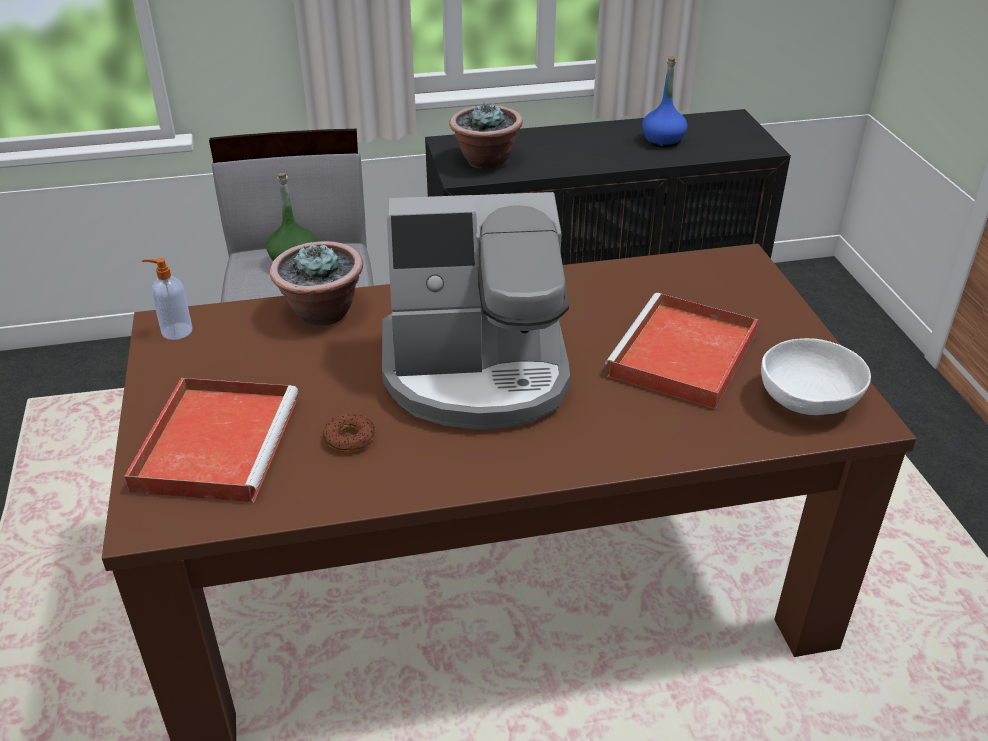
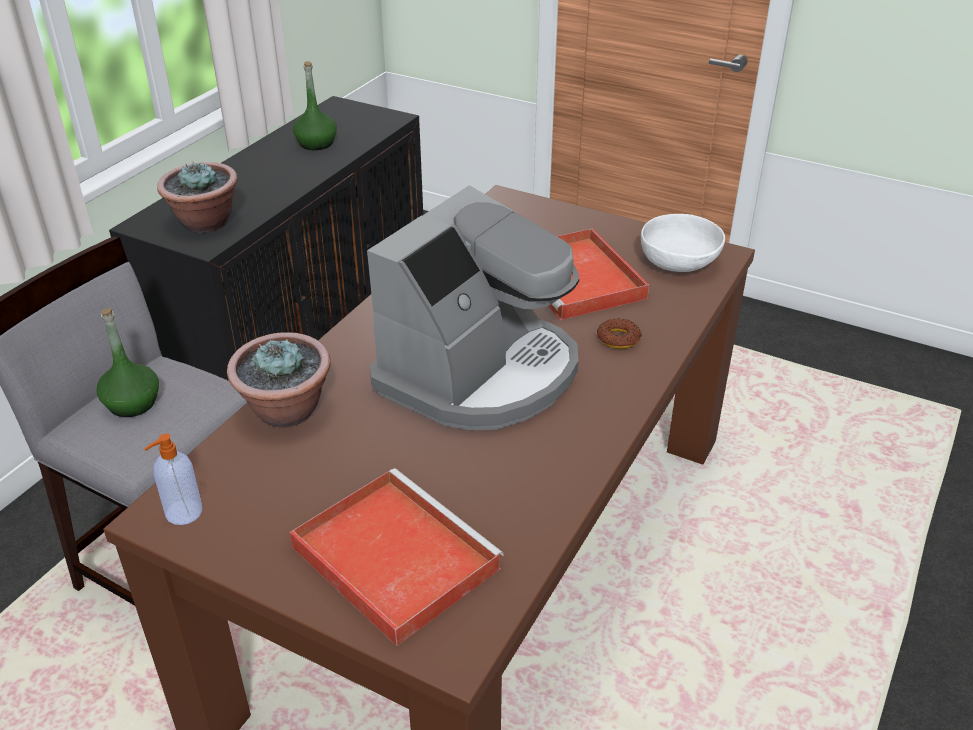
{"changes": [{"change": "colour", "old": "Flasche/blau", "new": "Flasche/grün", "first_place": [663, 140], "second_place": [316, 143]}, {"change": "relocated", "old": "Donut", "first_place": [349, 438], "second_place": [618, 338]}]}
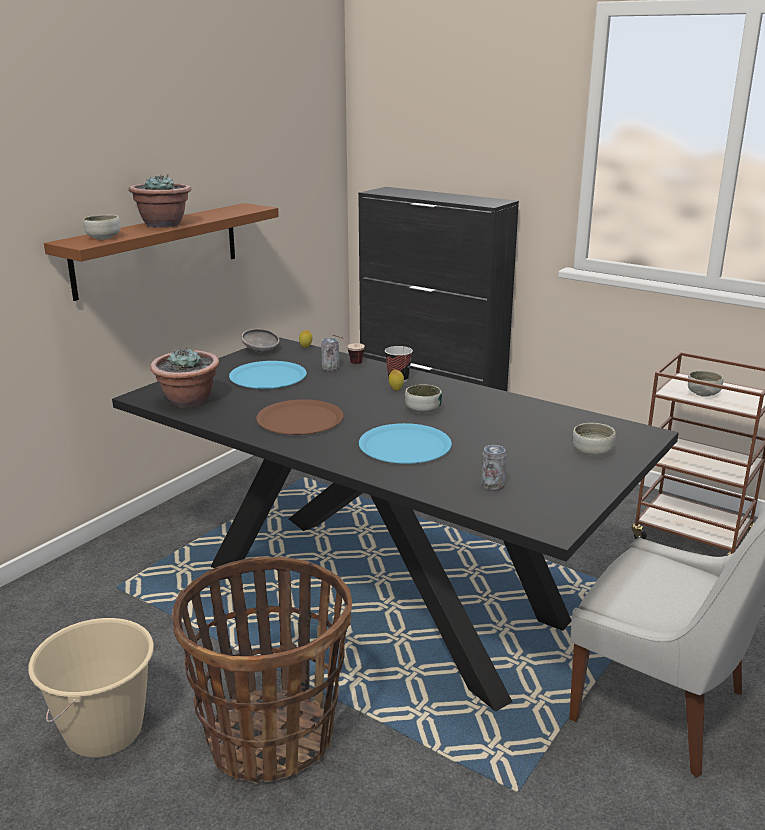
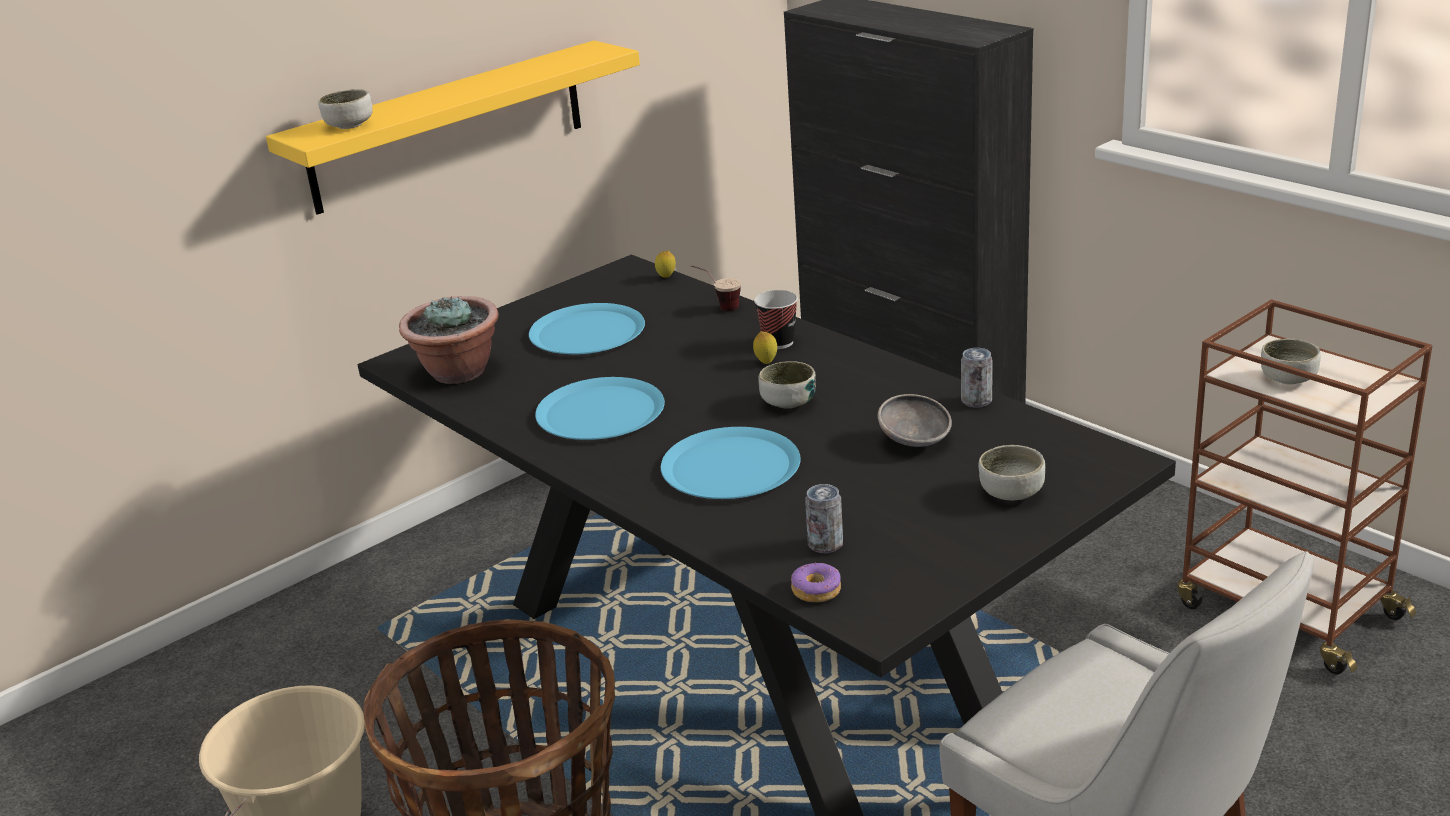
{"changes": [{"change": "colour", "old": "Wandregal/braun", "new": "Wandregal/gelb", "first_place": [157, 249], "second_place": [448, 126]}, {"change": "colour", "old": "Teller/braun", "new": "Teller/blau", "first_place": [300, 419], "second_place": [600, 412]}, {"change": "appeared", "new": "Donut", "second_place": [816, 590]}, {"change": "relocated", "old": "Schüssel/grau", "first_place": [261, 351], "second_place": [915, 442]}, {"change": "relocated", "old": "Dose", "first_place": [330, 368], "second_place": [976, 401]}, {"change": "missing", "old": "Topfpflanze", "first_place": [163, 225]}]}
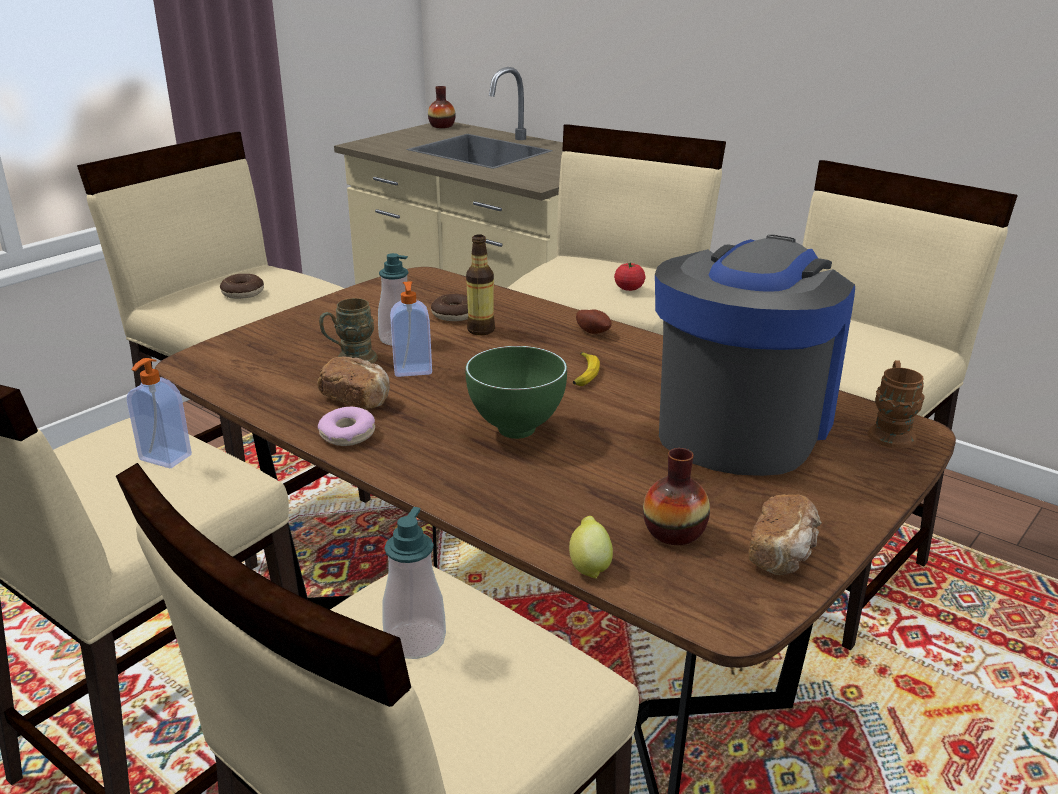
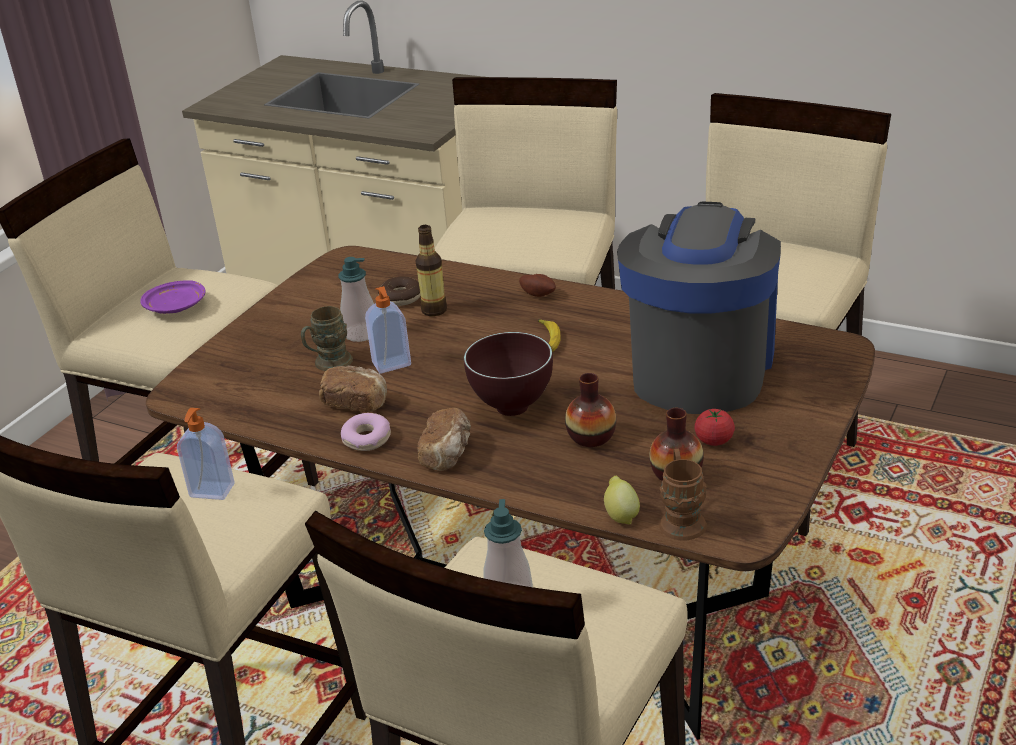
{"changes": [{"change": "exchanged", "old": "Donut", "new": "Teller/lila", "first_place": [243, 293], "second_place": [177, 307]}, {"change": "relocated", "old": "Brot", "first_place": [784, 553], "second_place": [448, 453]}, {"change": "colour", "old": "Schüssel/grün", "new": "Schüssel/braun", "first_place": [518, 430], "second_place": [514, 407]}, {"change": "relocated", "old": "Vase", "first_place": [442, 126], "second_place": [591, 437]}, {"change": "relocated", "old": "Henkelbecher/braun", "first_place": [890, 431], "second_place": [681, 519]}, {"change": "relocated", "old": "Tomate", "first_place": [629, 288], "second_place": [714, 440]}]}
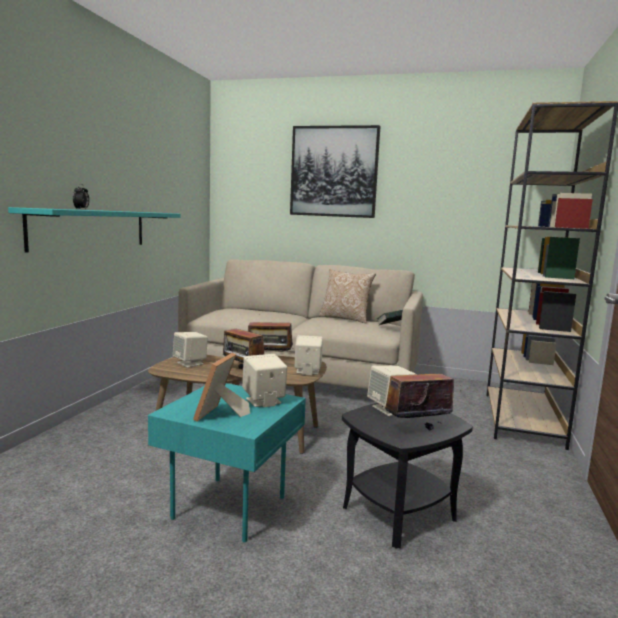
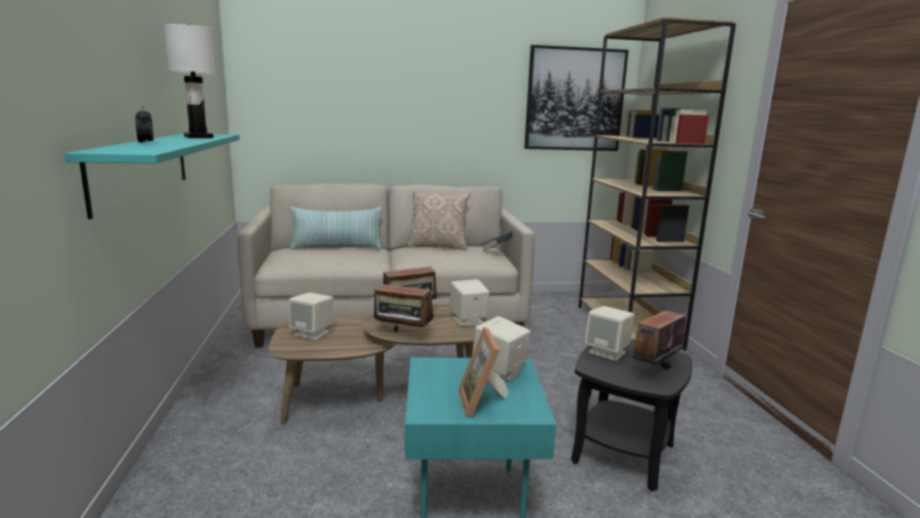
{"changes": [{"change": "appeared", "new": "Tischlampe/weiß", "second_place": [199, 137]}, {"change": "appeared", "new": "Kissen", "second_place": [337, 247]}, {"change": "relocated", "old": "Bild", "first_place": [334, 172], "second_place": [574, 99]}]}
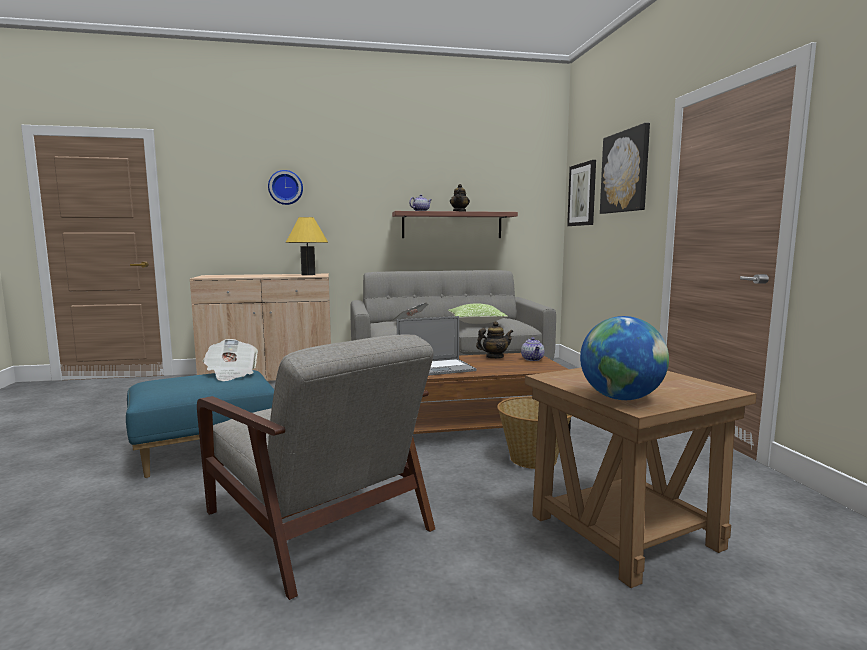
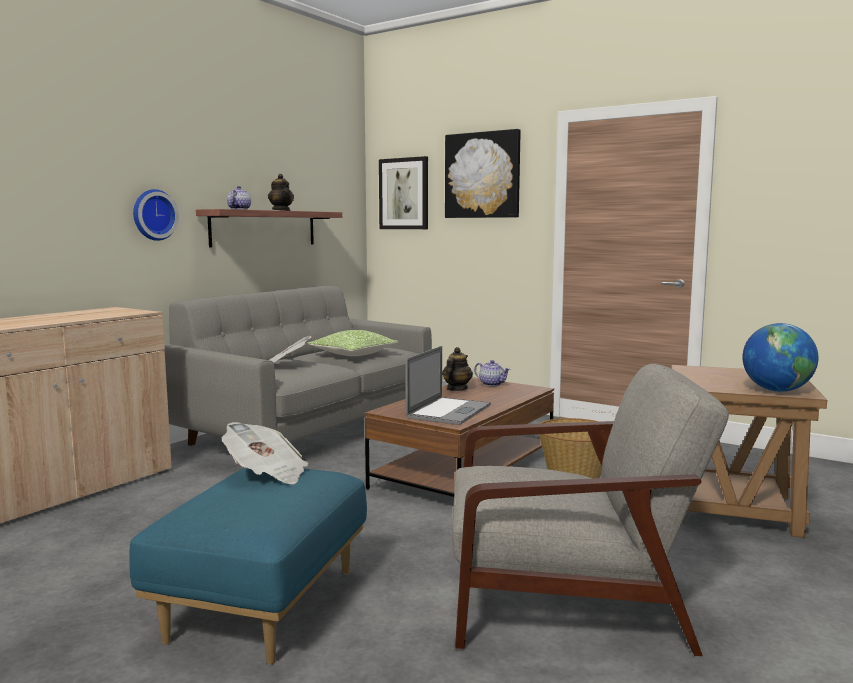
{"changes": [{"change": "relocated", "old": "Wanduhr", "first_place": [285, 187], "second_place": [153, 215]}, {"change": "missing", "old": "Tischlampe/gelb", "first_place": [308, 274]}]}
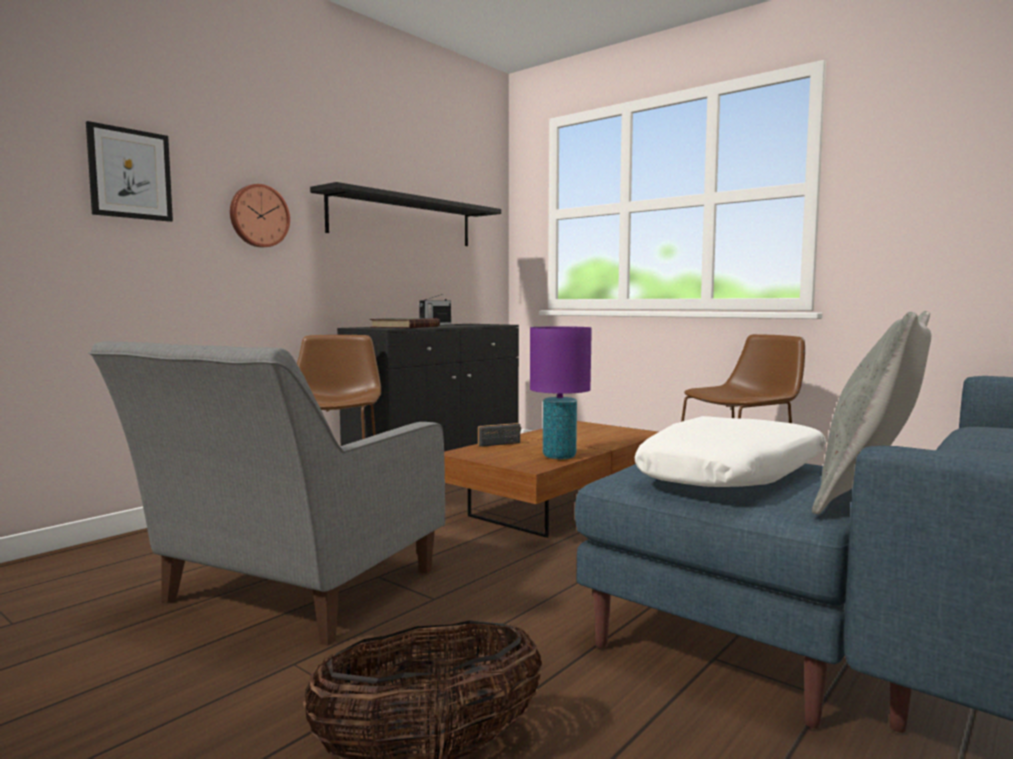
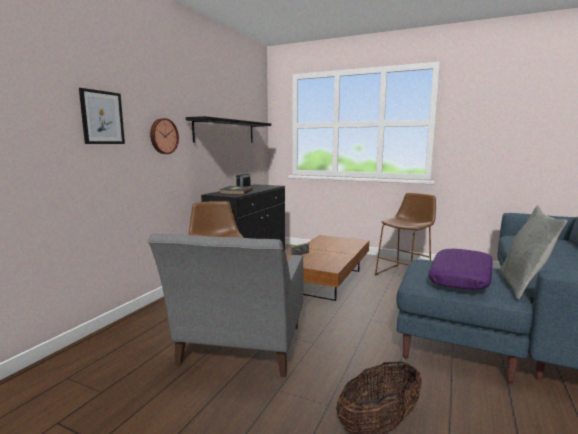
{"changes": [{"change": "colour", "old": "Kissen/weiß", "new": "Kissen/lila", "first_place": [733, 476], "second_place": [461, 278]}, {"change": "missing", "old": "Tischlampe/lila", "first_place": [559, 456]}]}
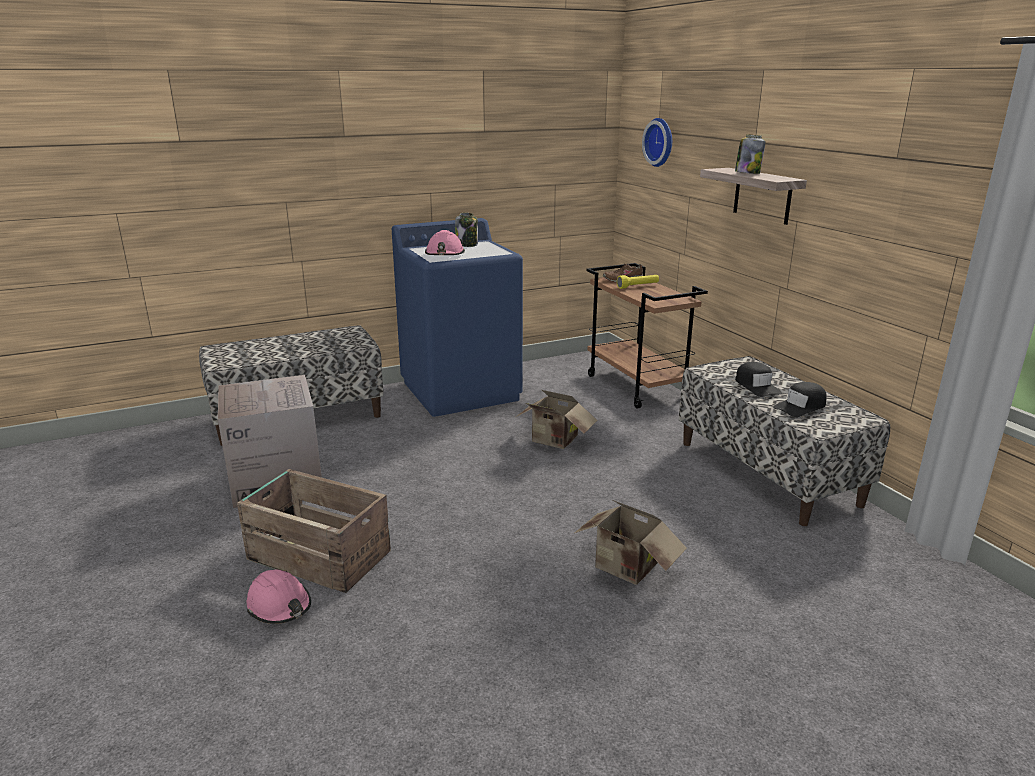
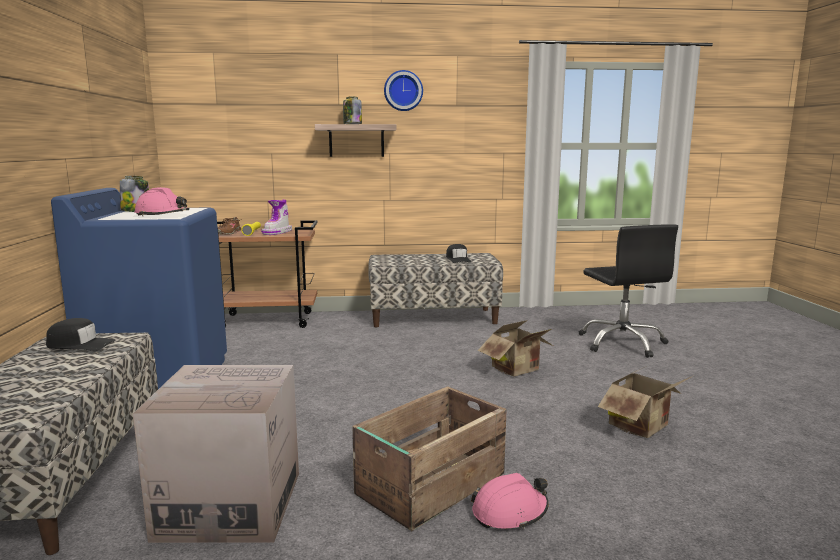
{"changes": [{"change": "relocated", "old": "Kappe/schwarz", "first_place": [756, 386], "second_place": [80, 344]}, {"change": "appeared", "new": "Stiefel", "second_place": [277, 232]}, {"change": "relocated", "old": "Wanduhr", "first_place": [660, 142], "second_place": [403, 91]}, {"change": "appeared", "new": "Bürostuhl/schwarz", "second_place": [622, 343]}, {"change": "relocated", "old": "Karton", "first_place": [554, 441], "second_place": [643, 427]}]}
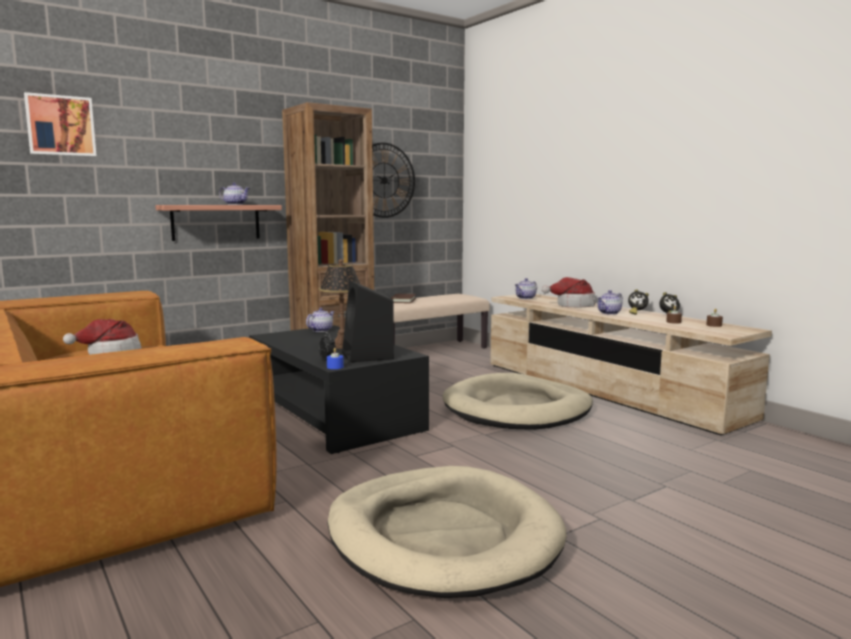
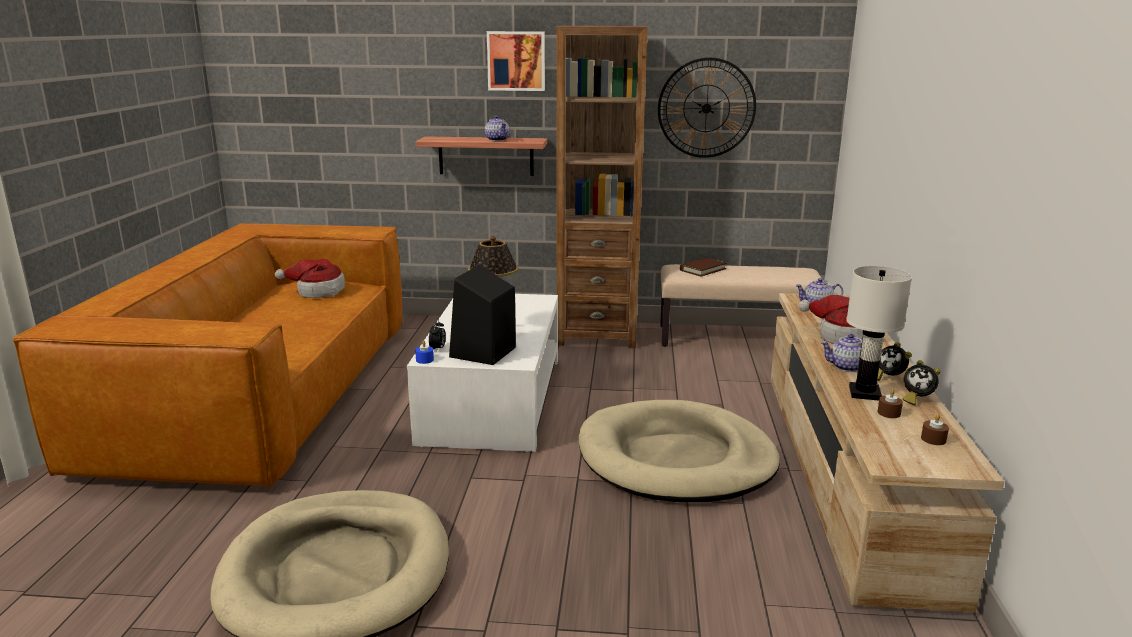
{"changes": [{"change": "colour", "old": "Couchtisch/schwarz", "new": "Couchtisch/weiß", "first_place": [333, 414], "second_place": [492, 399]}, {"change": "relocated", "old": "Bild", "first_place": [60, 125], "second_place": [516, 61]}, {"change": "appeared", "new": "Tischlampe/weiß", "second_place": [864, 393]}, {"change": "missing", "old": "Teekanne", "first_place": [321, 330]}]}
